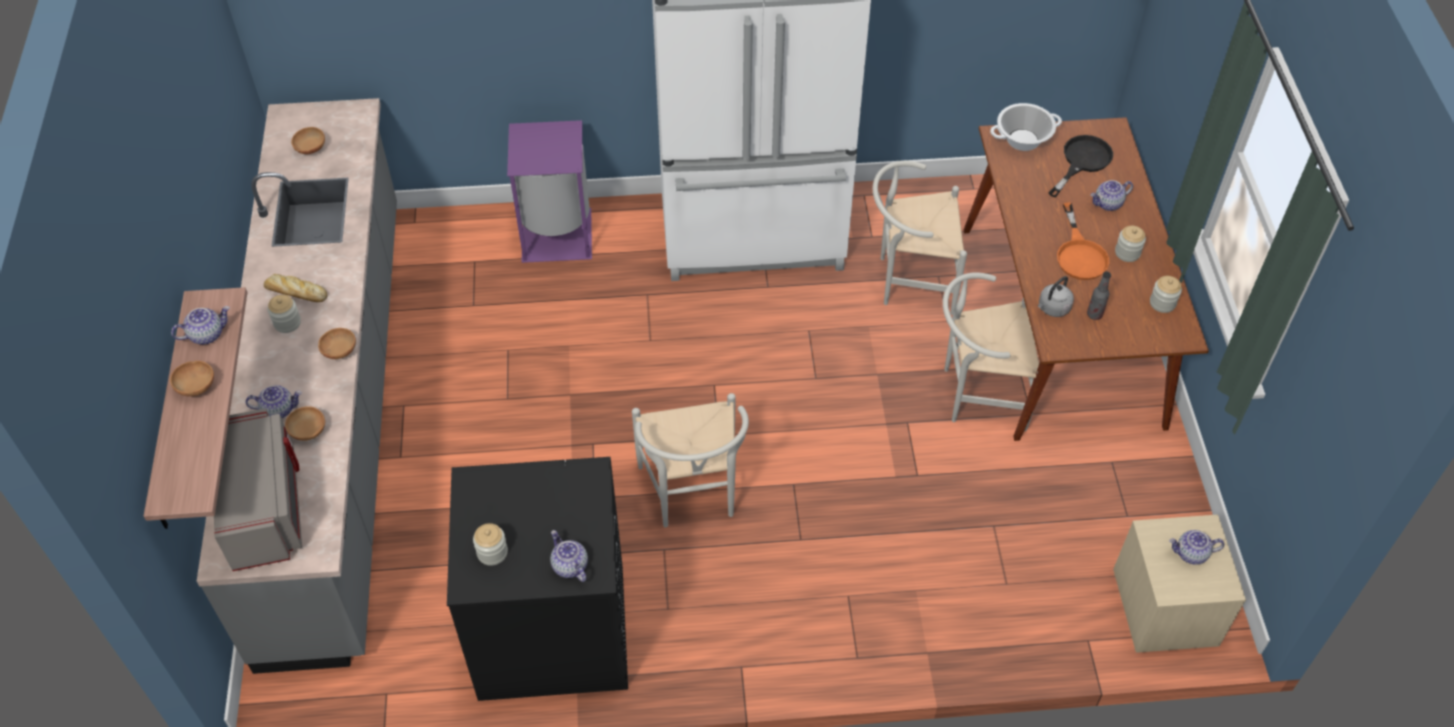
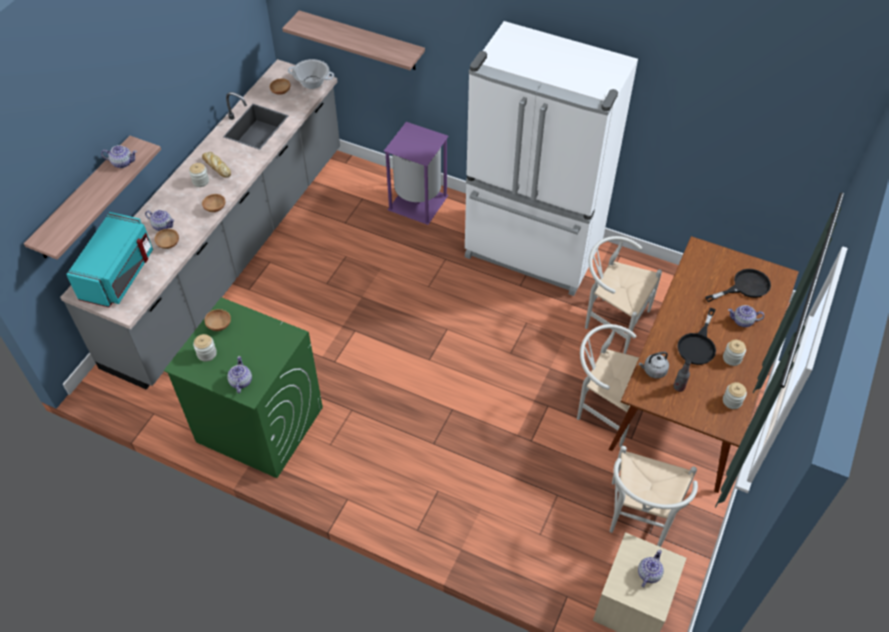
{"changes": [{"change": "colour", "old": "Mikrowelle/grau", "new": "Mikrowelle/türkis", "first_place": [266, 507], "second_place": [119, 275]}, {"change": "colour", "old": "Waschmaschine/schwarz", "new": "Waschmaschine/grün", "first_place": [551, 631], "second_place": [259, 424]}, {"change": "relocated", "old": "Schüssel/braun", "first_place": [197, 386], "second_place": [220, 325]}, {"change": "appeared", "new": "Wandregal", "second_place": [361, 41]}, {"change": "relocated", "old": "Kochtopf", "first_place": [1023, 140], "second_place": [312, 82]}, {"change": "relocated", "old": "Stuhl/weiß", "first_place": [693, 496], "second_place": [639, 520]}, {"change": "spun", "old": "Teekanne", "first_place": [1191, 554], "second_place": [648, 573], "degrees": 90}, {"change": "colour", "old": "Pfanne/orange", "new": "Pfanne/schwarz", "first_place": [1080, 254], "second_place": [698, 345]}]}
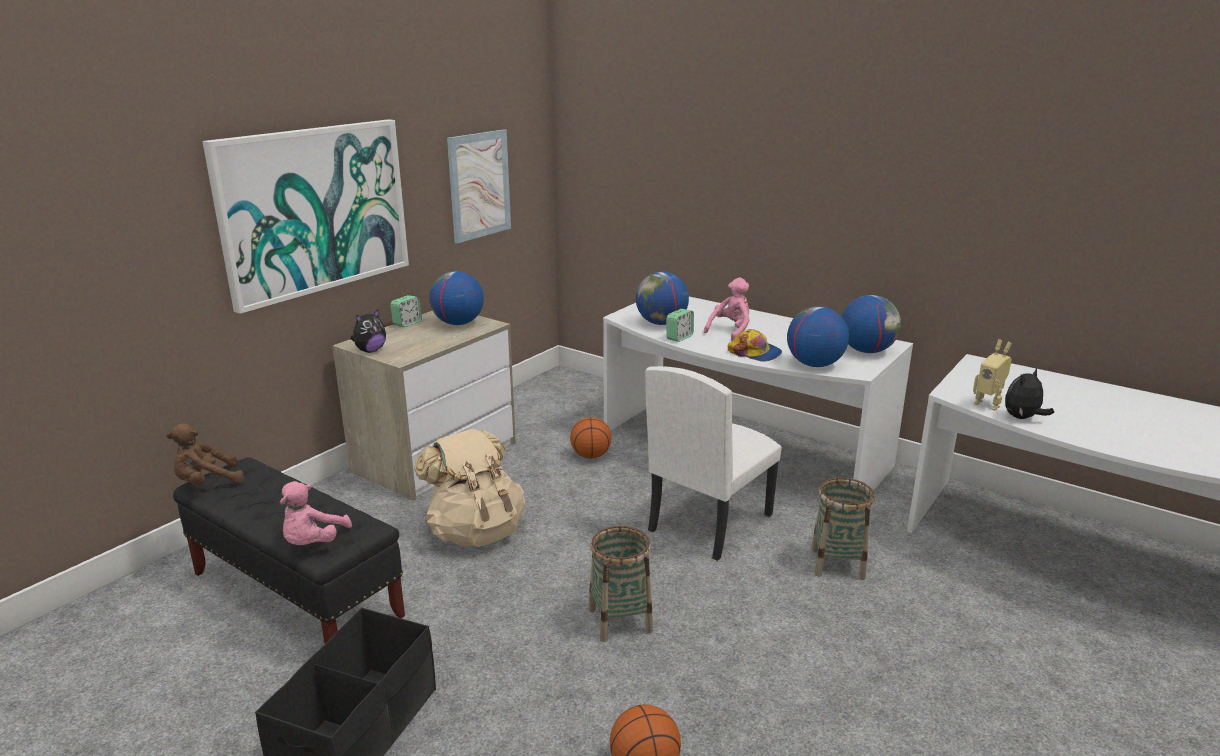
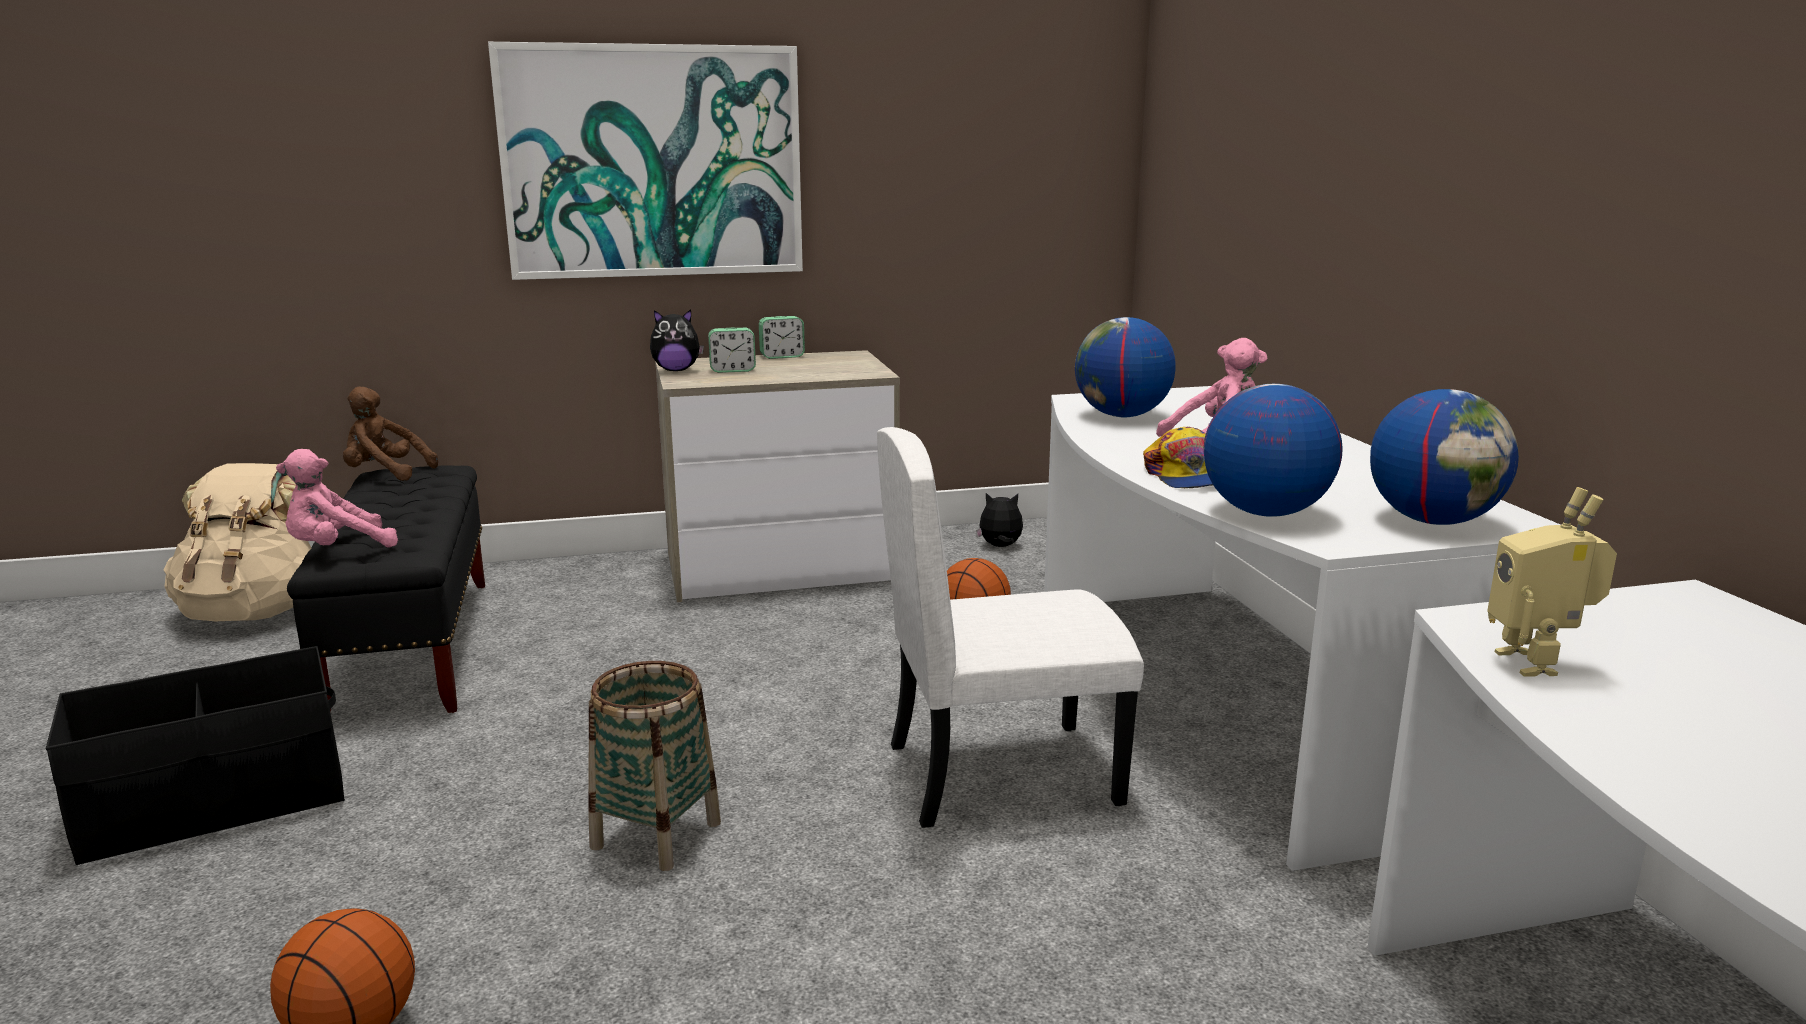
{"changes": [{"change": "relocated", "old": "Rucksack/beige", "first_place": [476, 531], "second_place": [256, 612]}, {"change": "relocated", "old": "Wecker", "first_place": [679, 337], "second_place": [732, 370]}, {"change": "relocated", "old": "Plüschtier", "first_place": [1022, 418], "second_place": [1000, 547]}, {"change": "missing", "old": "Globus", "first_place": [458, 323]}, {"change": "missing", "old": "Bild", "first_place": [479, 185]}, {"change": "missing", "old": "Korb", "first_place": [837, 564]}]}
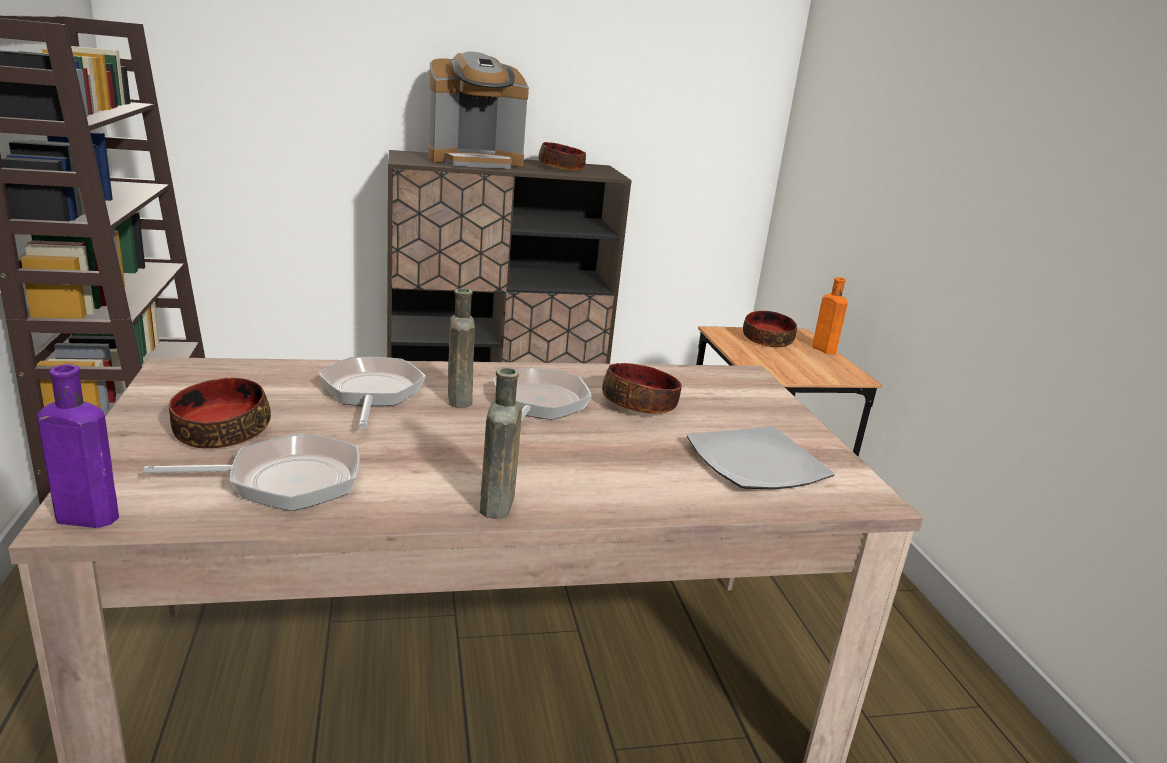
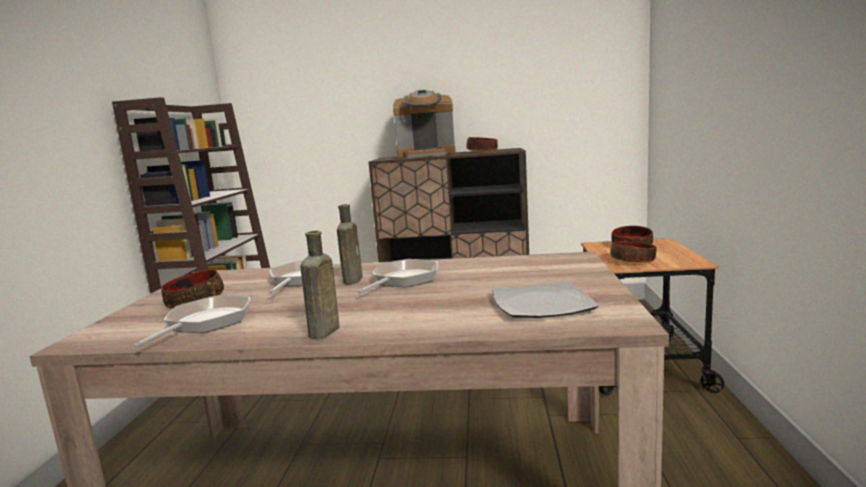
{"changes": [{"change": "spun", "old": "Pfanne", "first_place": [285, 481], "second_place": [205, 323], "degrees": -75}, {"change": "relocated", "old": "Schüssel", "first_place": [640, 404], "second_place": [633, 261]}, {"change": "missing", "old": "Flasche/lila", "first_place": [83, 517]}, {"change": "missing", "old": "Flasche/orange", "first_place": [822, 349]}]}
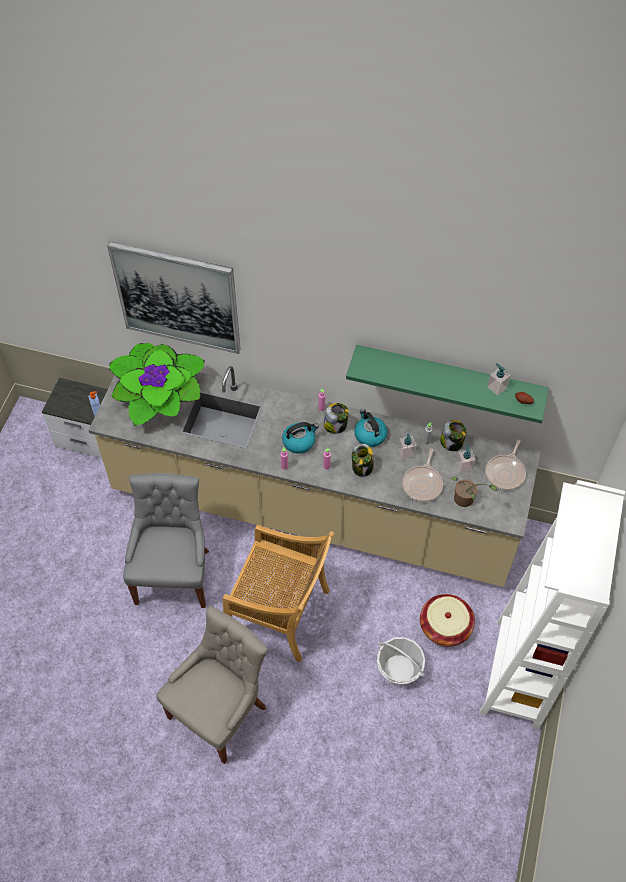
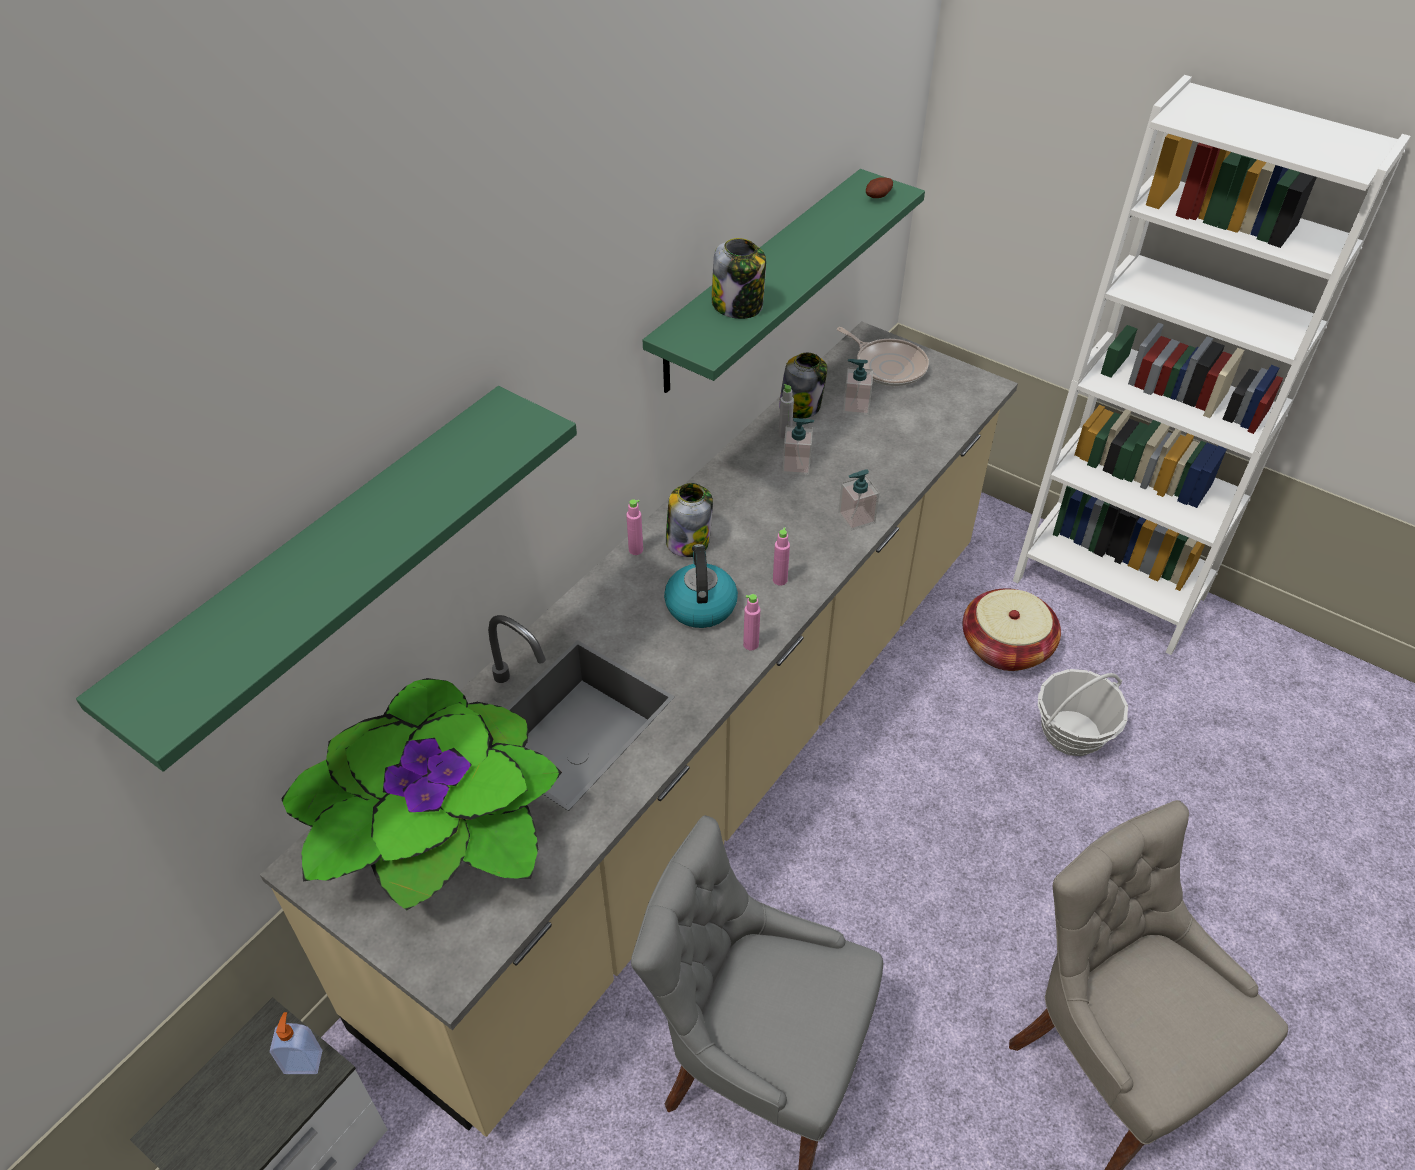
{"changes": [{"change": "exchanged", "old": "Bild", "new": "Wandregal/grün", "first_place": [177, 297], "second_place": [325, 561]}, {"change": "relocated", "old": "Vorratsglas", "first_place": [362, 467], "second_place": [738, 306]}, {"change": "relocated", "old": "Seifenspender", "first_place": [497, 387], "second_place": [856, 518]}, {"change": "missing", "old": "Stuhl/beige", "first_place": [280, 613]}, {"change": "missing", "old": "Wasserkessel", "first_place": [369, 435]}, {"change": "missing", "old": "Pfanne", "first_place": [423, 484]}, {"change": "missing", "old": "Topfpflanze", "first_place": [466, 500]}]}
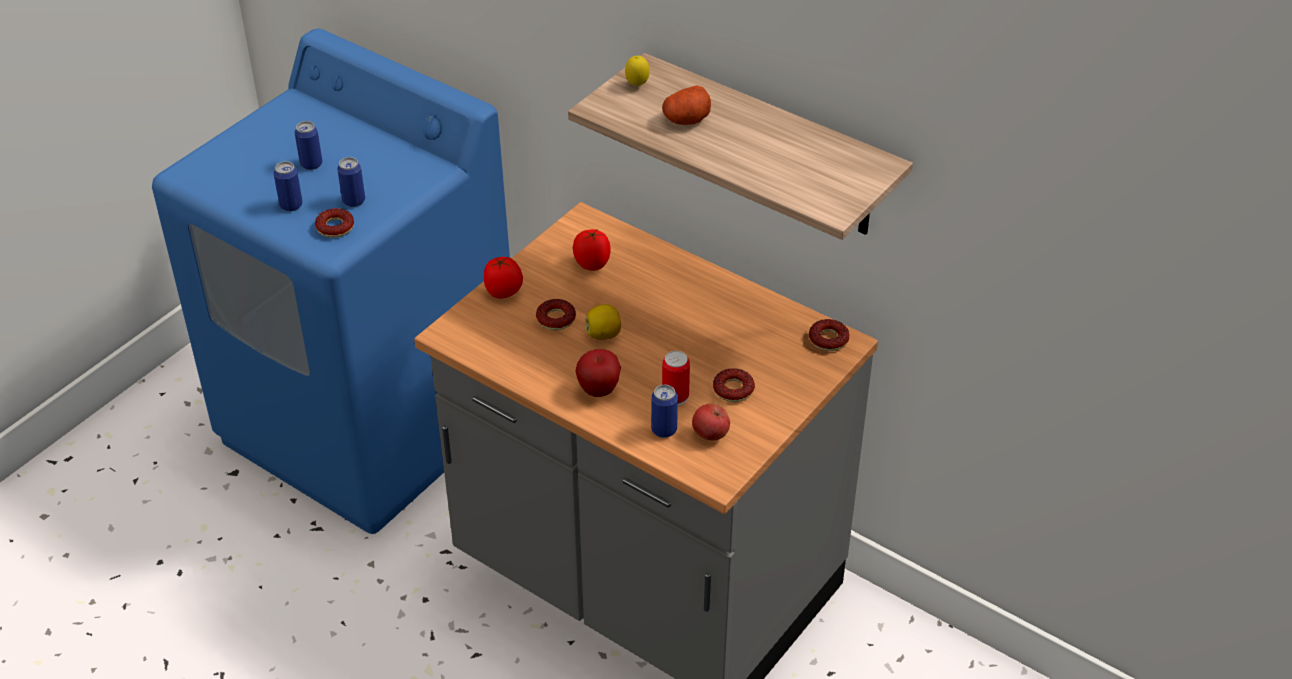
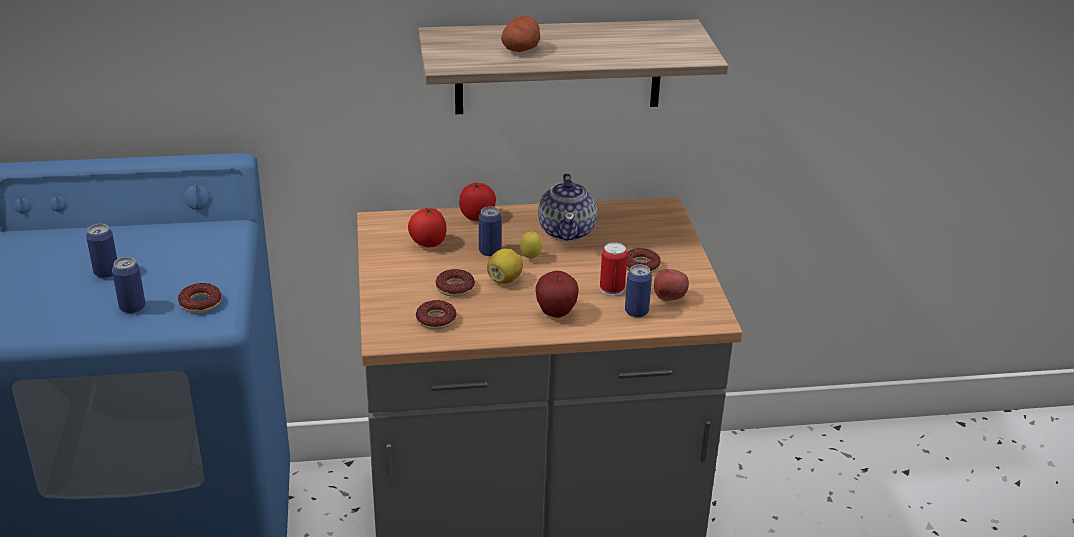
{"changes": [{"change": "relocated", "old": "Donut", "first_place": [828, 339], "second_place": [436, 319]}, {"change": "relocated", "old": "Tomate", "first_place": [504, 292], "second_place": [477, 217]}, {"change": "relocated", "old": "Dose", "first_place": [354, 201], "second_place": [489, 251]}, {"change": "relocated", "old": "Zitrone", "first_place": [637, 85], "second_place": [530, 258]}, {"change": "appeared", "new": "Teekanne", "second_place": [567, 231]}]}
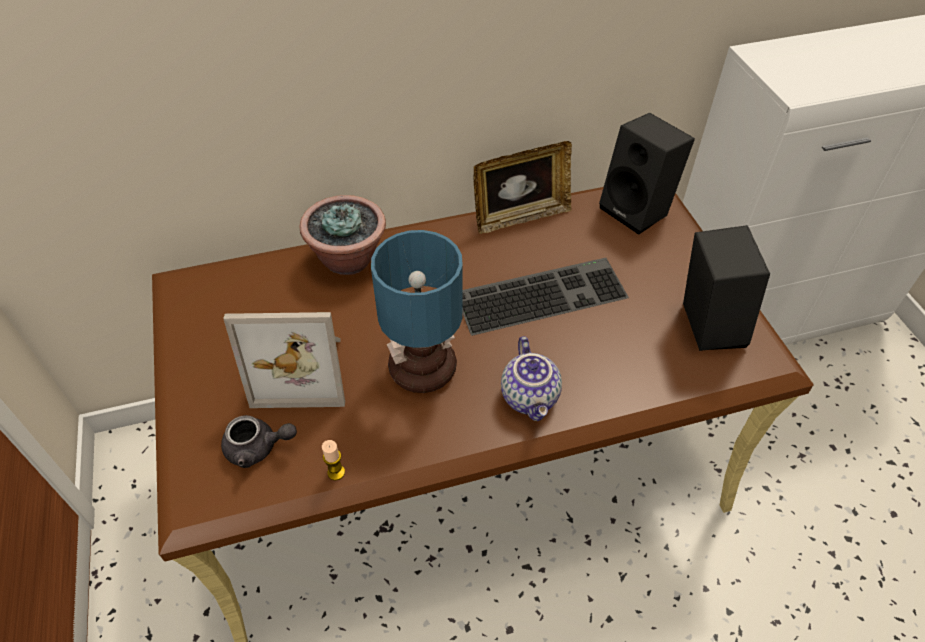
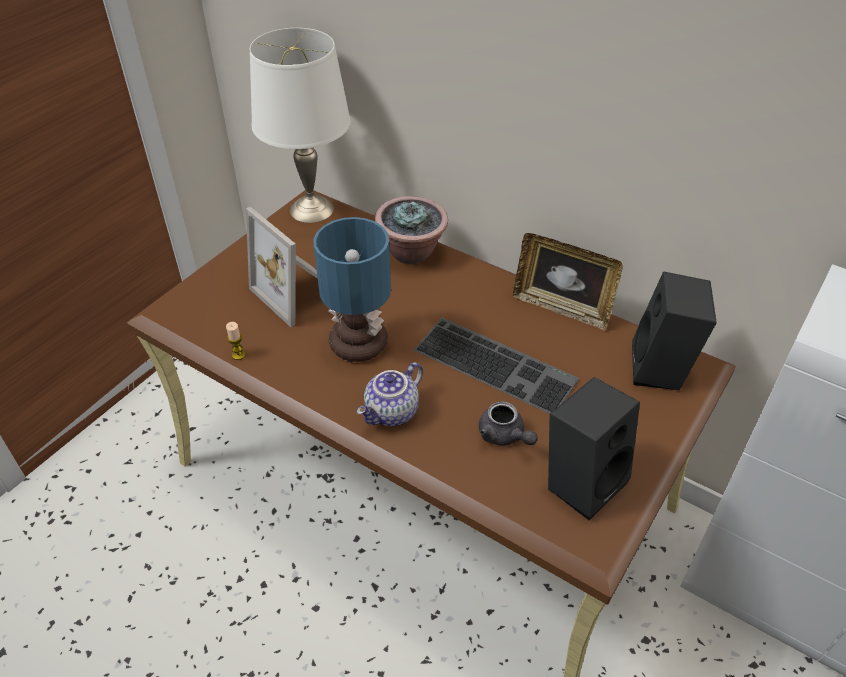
{"changes": [{"change": "appeared", "new": "Tischlampe/weiß", "second_place": [311, 210]}, {"change": "relocated", "old": "Teekanne/grau", "first_place": [258, 448], "second_place": [504, 436]}]}
